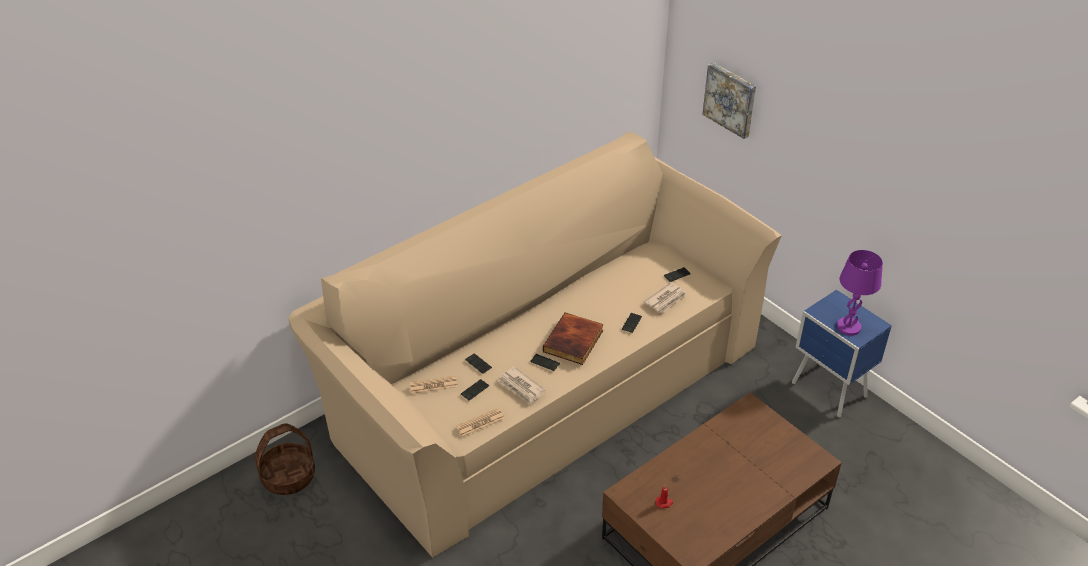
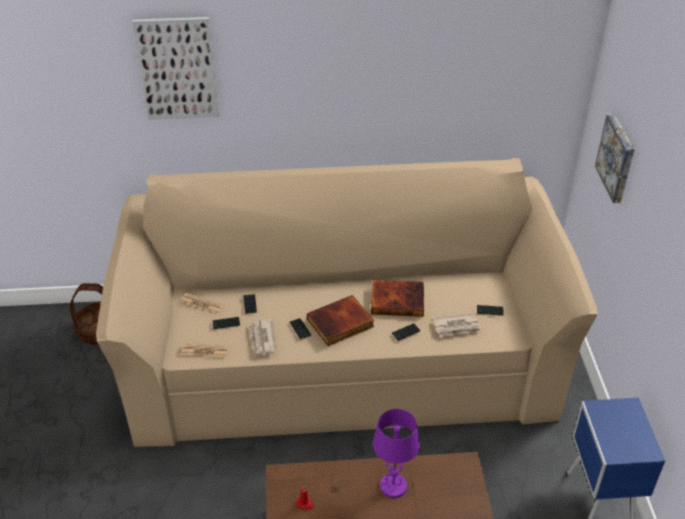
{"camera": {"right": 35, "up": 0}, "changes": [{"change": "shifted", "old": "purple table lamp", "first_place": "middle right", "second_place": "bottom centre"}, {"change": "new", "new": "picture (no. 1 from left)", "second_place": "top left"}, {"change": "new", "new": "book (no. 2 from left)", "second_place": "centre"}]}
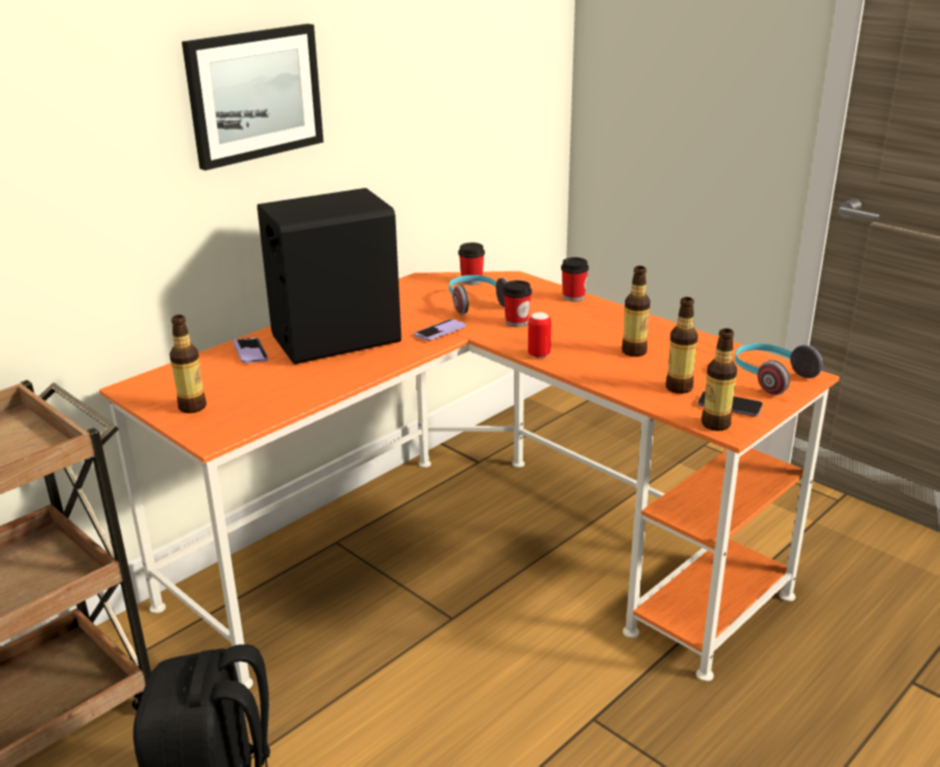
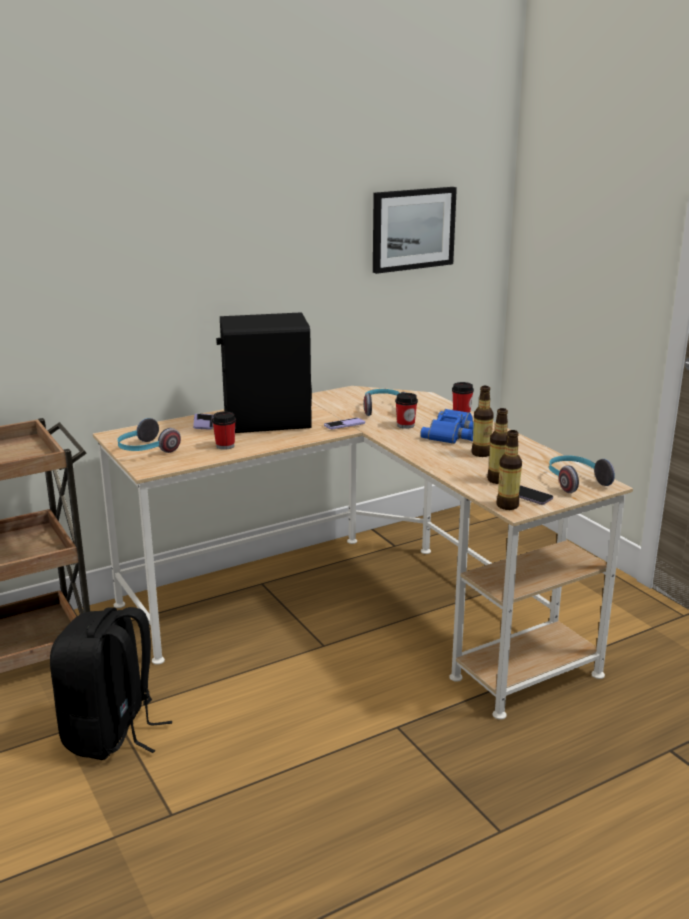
{"camera": {"right": 15, "up": -5}, "changes": [{"change": "repainted", "old": "orange desk", "new": "beige desk", "first_place": "centre", "second_place": "centre"}, {"change": "swapped", "old": "bottle (no. 1 from left)", "new": "headphones (no. 1 from left)", "first_place": "middle left", "second_place": "middle left"}, {"change": "shifted", "old": "picture", "first_place": "top left", "second_place": "top centre"}, {"change": "shifted", "old": "cup (no. 1 from left)", "first_place": "centre", "second_place": "middle left"}, {"change": "gone", "old": "can", "first_place": "centre"}, {"change": "new", "new": "blue binoculars", "second_place": "centre"}]}
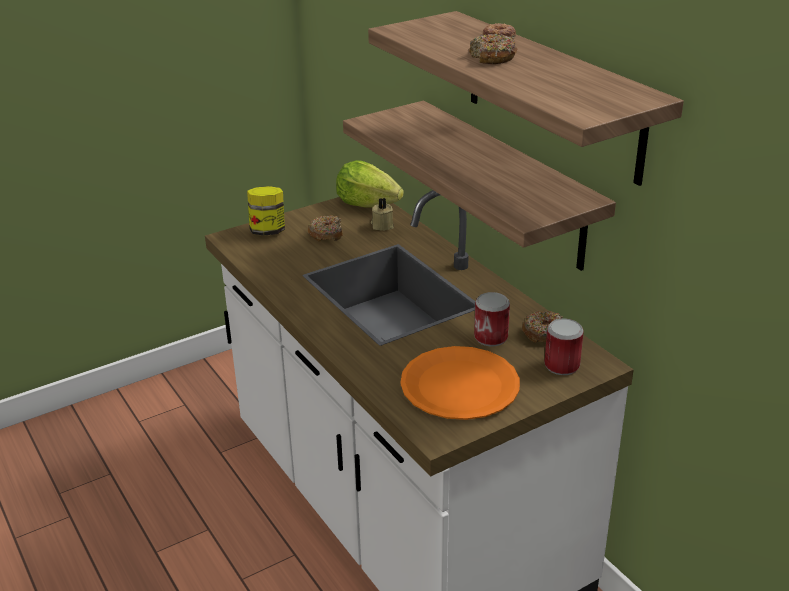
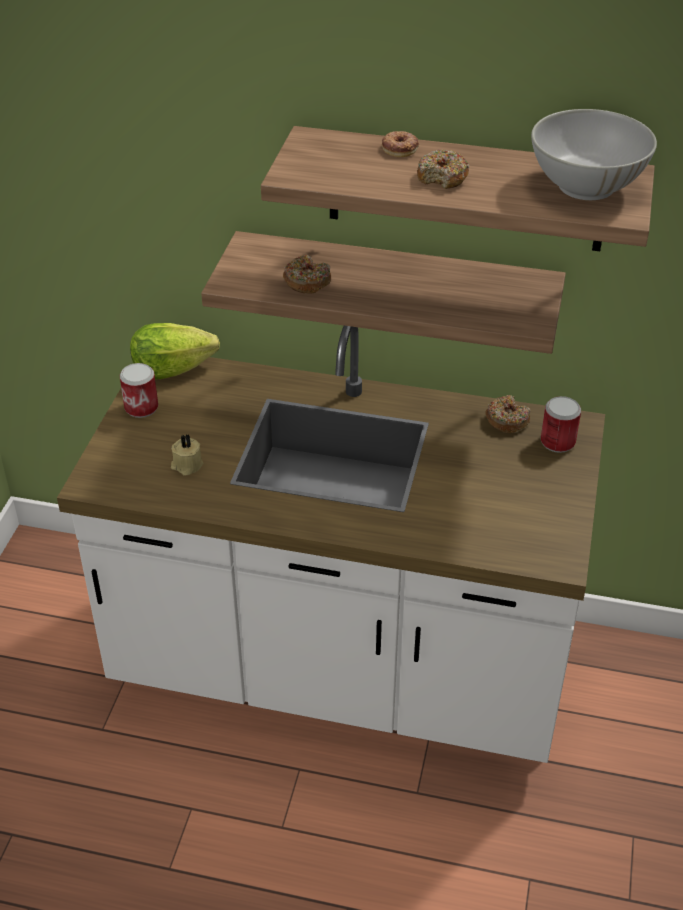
{"camera": {"right": -45, "up": 10}, "changes": [{"change": "gone", "old": "jar", "first_place": "centre"}, {"change": "shifted", "old": "donut (no. 1 from left)", "first_place": "centre", "second_place": "top centre"}, {"change": "shifted", "old": "beige candle", "first_place": "centre", "second_place": "middle left"}, {"change": "gone", "old": "orange plate", "first_place": "centre"}, {"change": "shifted", "old": "can (no. 1 from left)", "first_place": "centre", "second_place": "middle left"}, {"change": "new", "new": "white bowl", "second_place": "top right"}]}
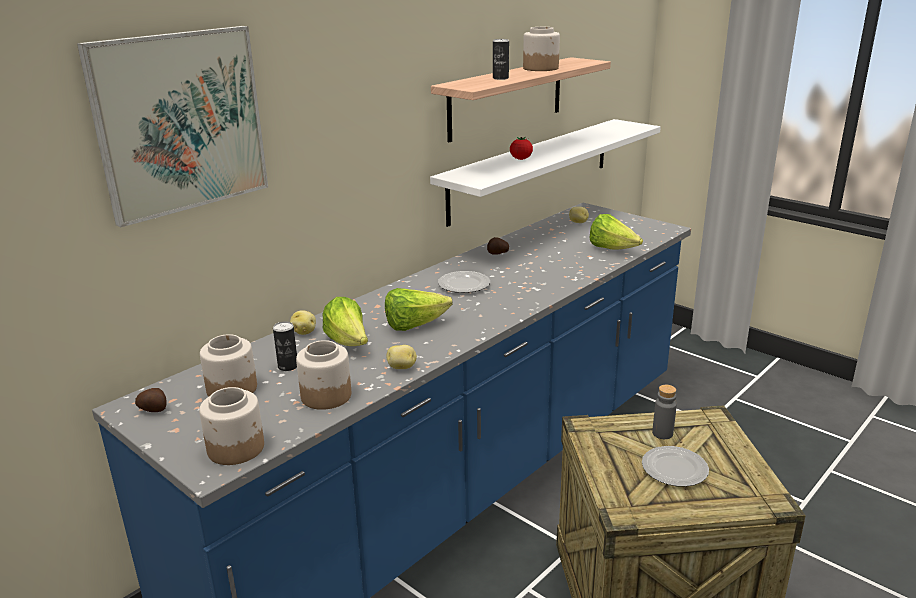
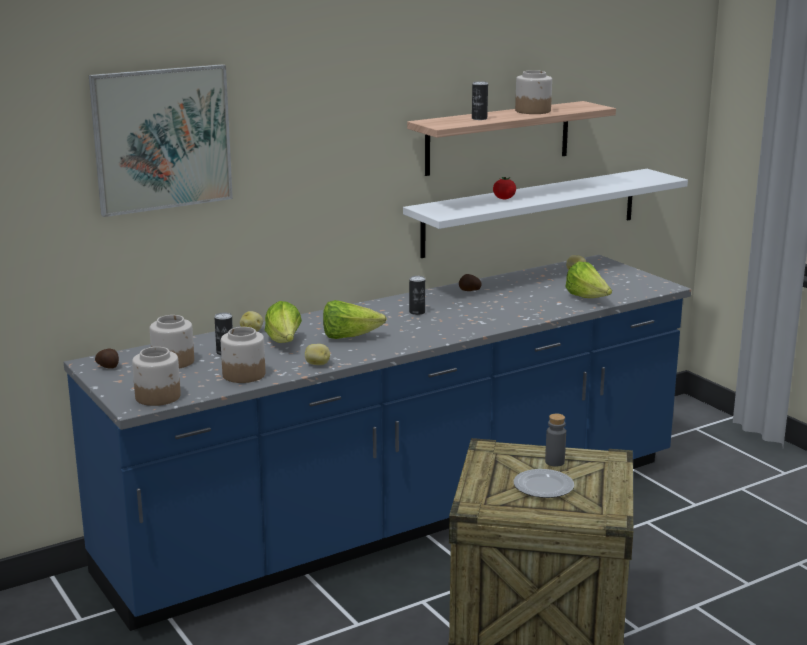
{"camera": {"right": 15, "up": -5}, "changes": [{"change": "swapped", "old": "plate (no. 1 from left)", "new": "can (no. 2 from left)", "first_place": "centre", "second_place": "centre"}]}
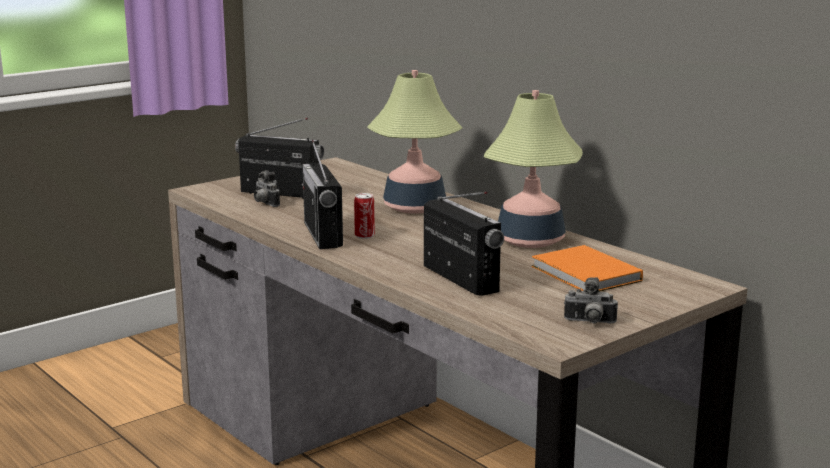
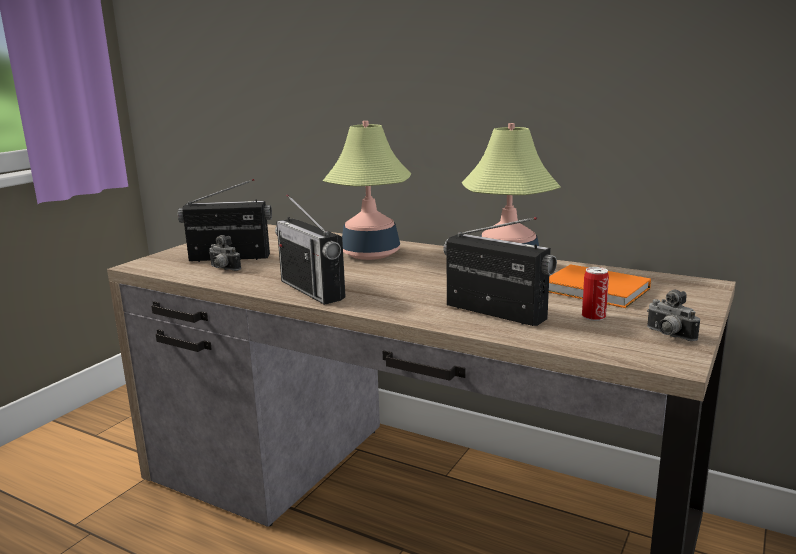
{"camera": {"right": -20, "up": 0}, "changes": [{"change": "shifted", "old": "can", "first_place": "centre", "second_place": "middle right"}, {"change": "rotated", "old": "photo camera (no. 2 from left)", "first_place": "middle right", "second_place": "middle right", "degrees": 60}]}
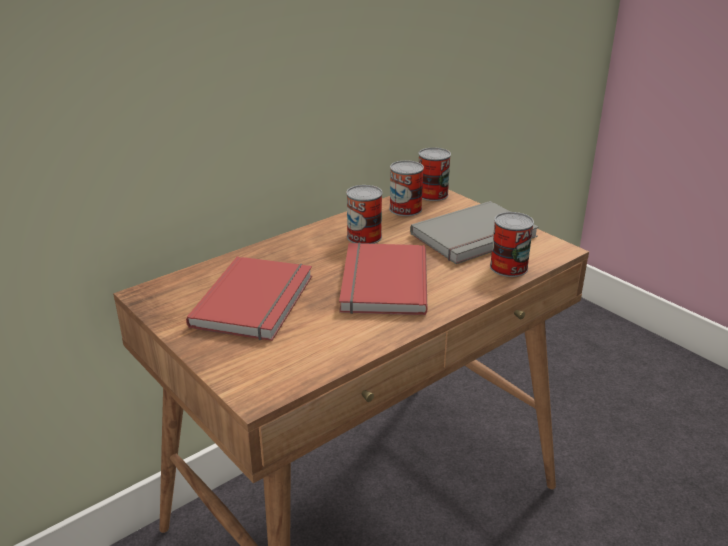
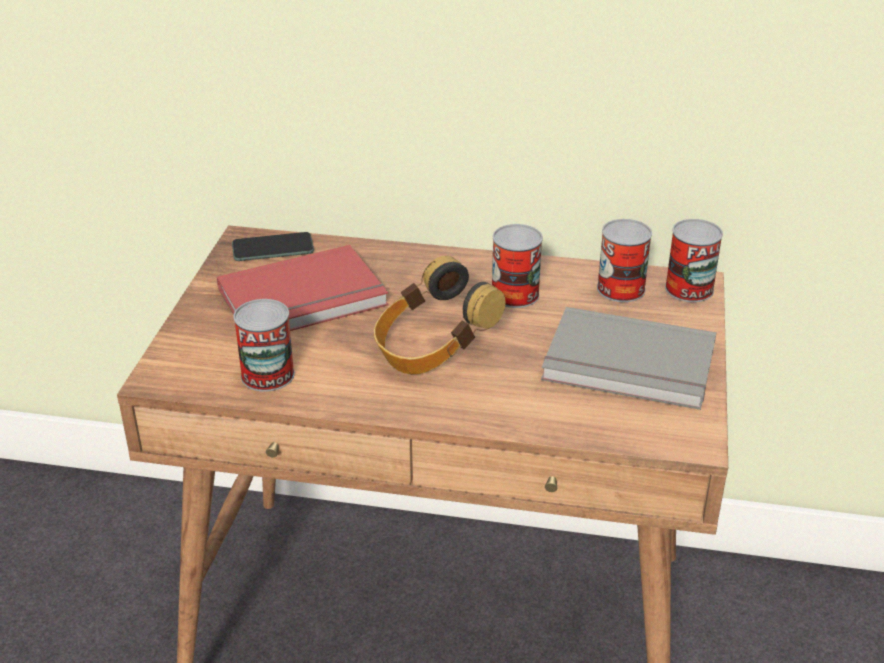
{"camera": {"right": 50, "up": 5}, "changes": [{"change": "swapped", "old": "red book (no. 2 from left)", "new": "headphones", "first_place": "centre", "second_place": "centre"}, {"change": "shifted", "old": "can (no. 4 from left in the first image)", "new": "can (no. 1 from left)", "first_place": "middle right", "second_place": "middle left"}, {"change": "new", "new": "phone", "second_place": "middle left"}]}
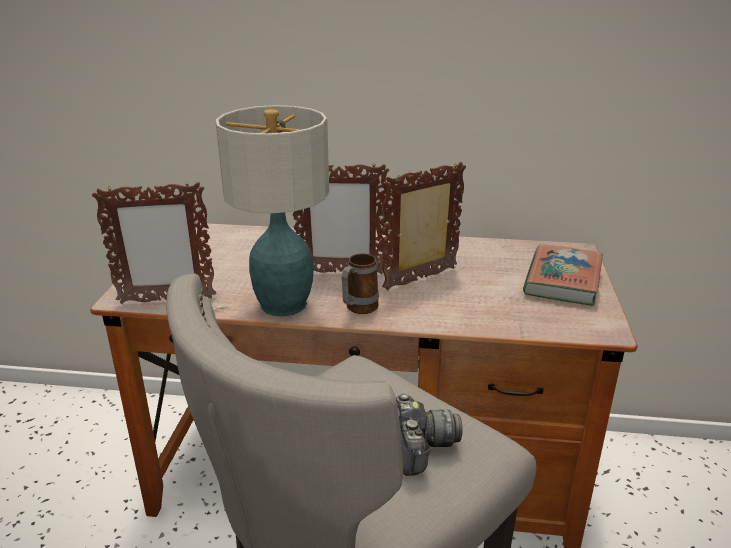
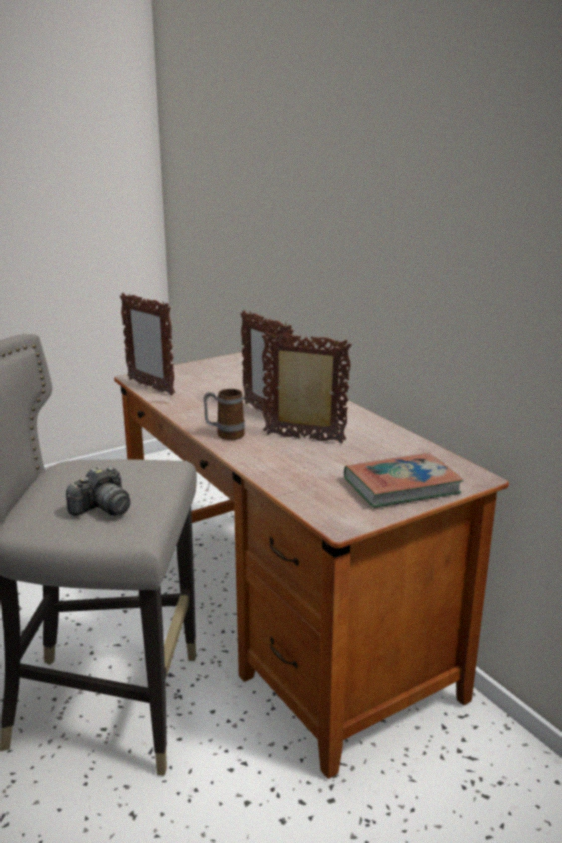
{"camera": {"right": 50, "up": -5}, "changes": [{"change": "gone", "old": "table lamp", "first_place": "centre"}]}
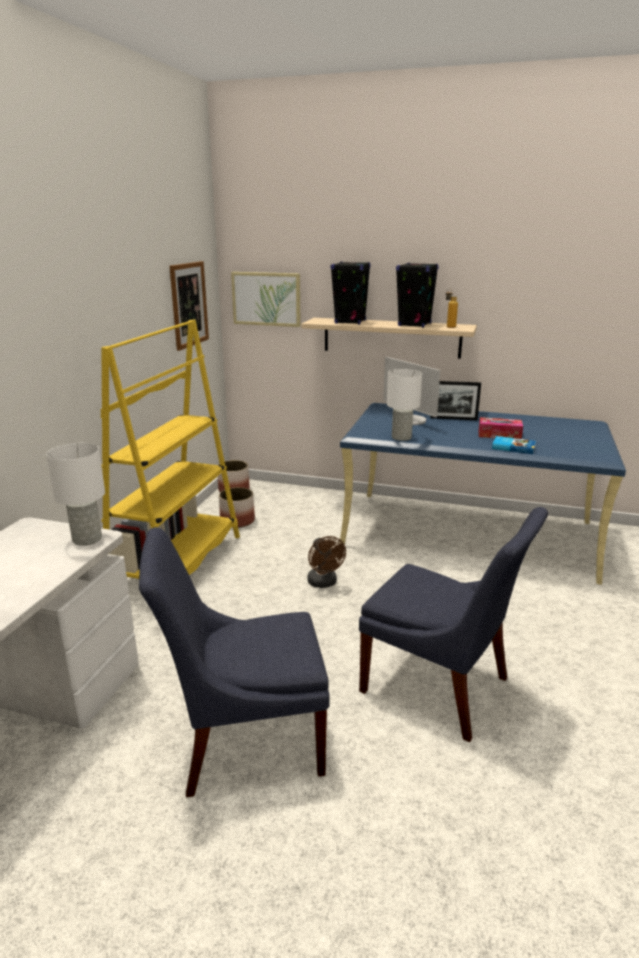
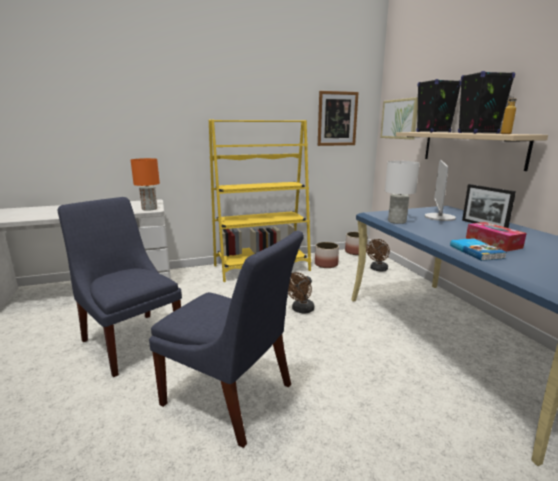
{"camera": {"right": 55, "up": -5}, "changes": [{"change": "repainted", "old": "white table lamp (no. 1 from left)", "new": "orange table lamp", "first_place": "middle left", "second_place": "middle left"}, {"change": "rotated", "old": "blue chair (no. 2 from left)", "first_place": "middle right", "second_place": "bottom centre", "degrees": -60}, {"change": "new", "new": "brown fan (no. 2 from left)", "second_place": "middle right"}]}
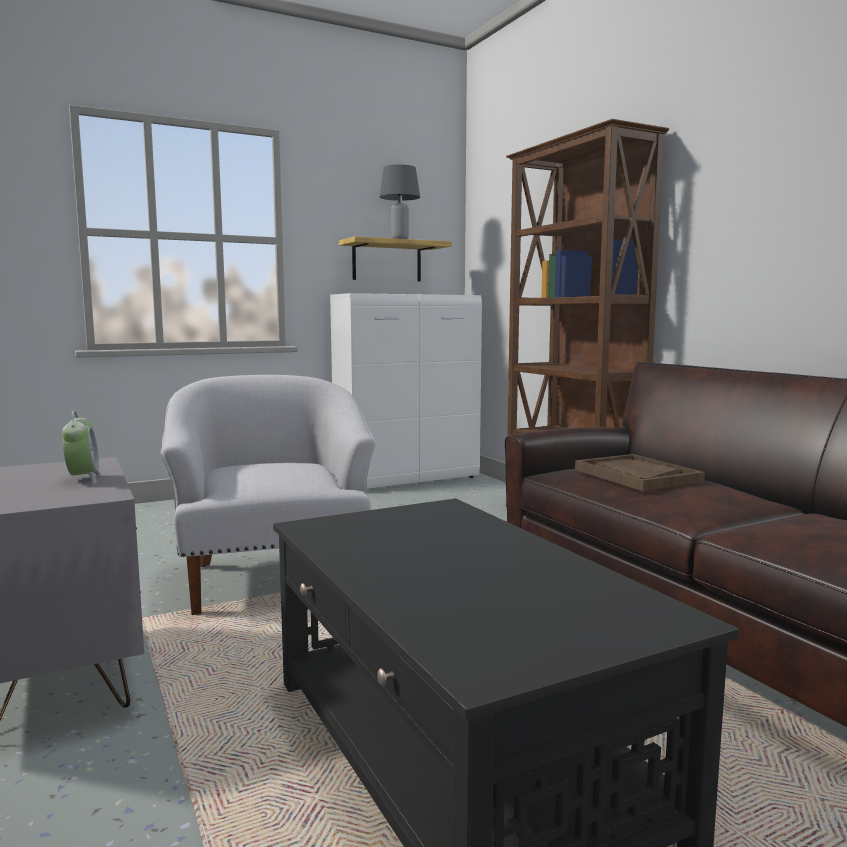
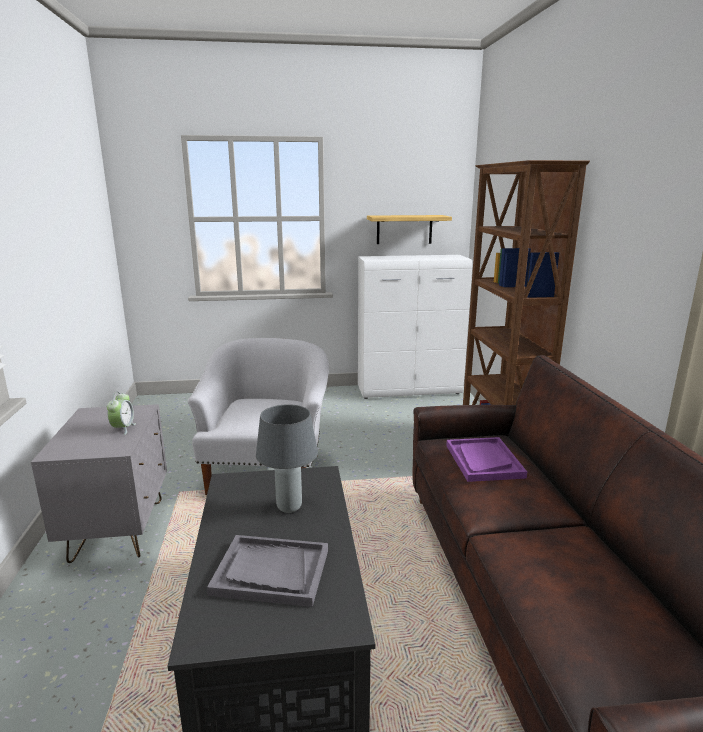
{"camera": {"right": 20, "up": 10}, "changes": [{"change": "shifted", "old": "grey table lamp", "first_place": "top centre", "second_place": "centre"}, {"change": "repainted", "old": "brown tray", "new": "purple tray", "first_place": "middle right", "second_place": "middle right"}, {"change": "new", "new": "grey tray", "second_place": "bottom centre"}]}
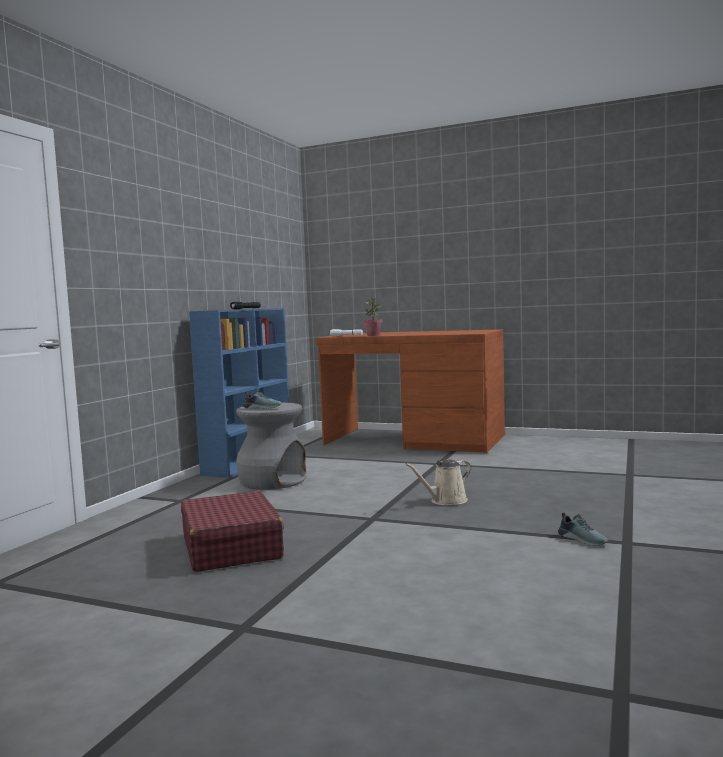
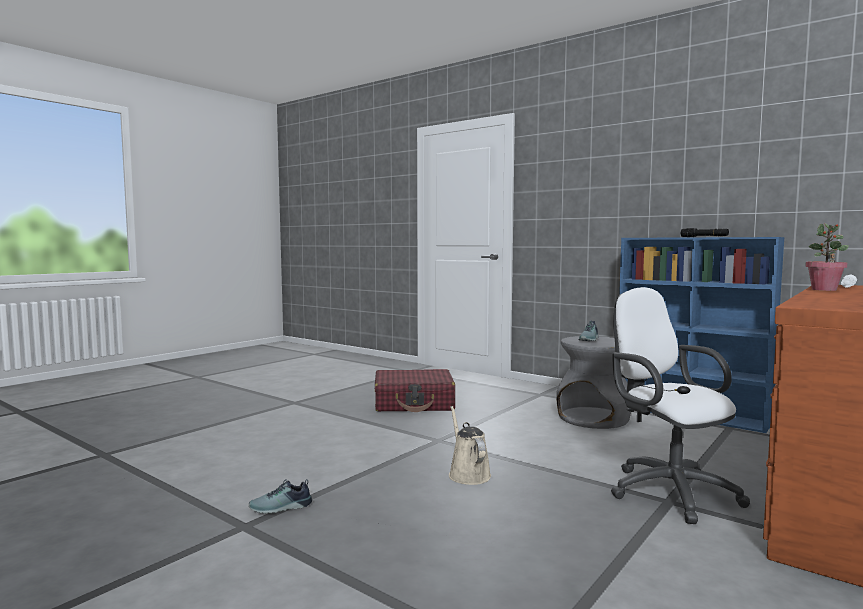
{"camera": {"right": 105, "up": 0}, "changes": [{"change": "new", "new": "white office chair", "second_place": "middle right"}]}
